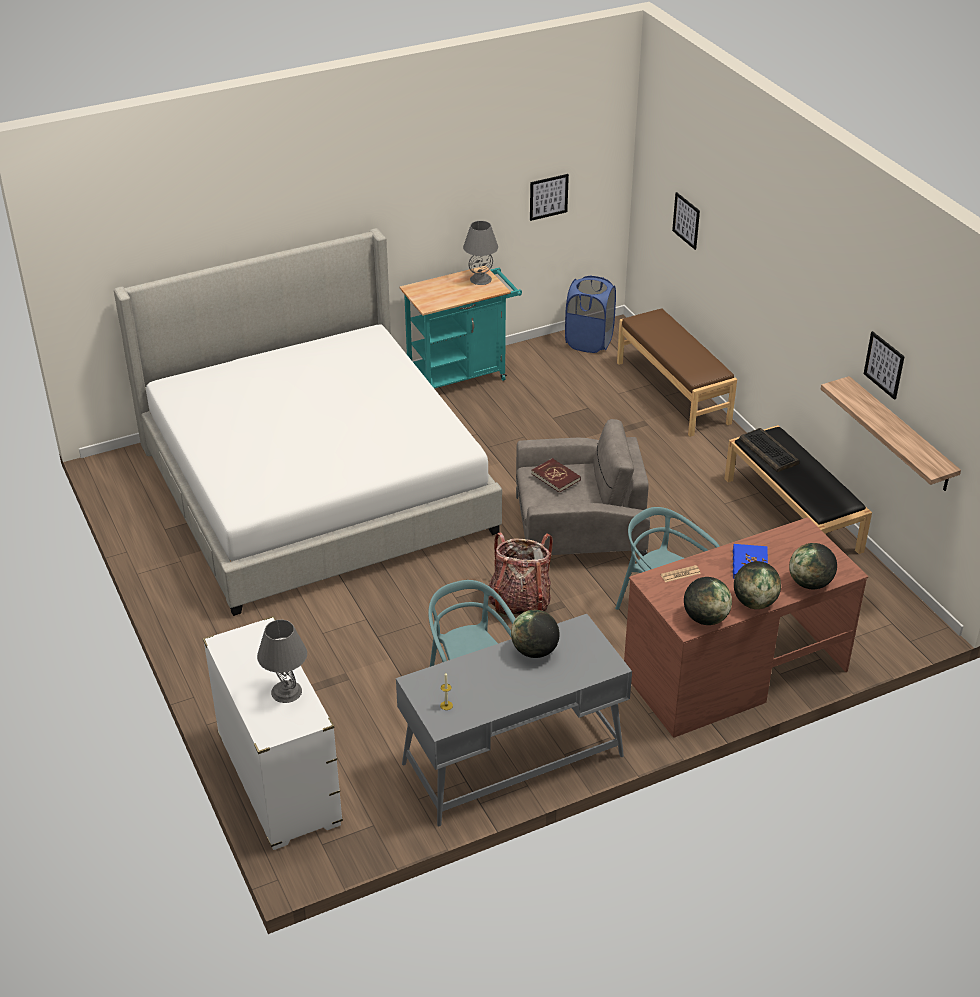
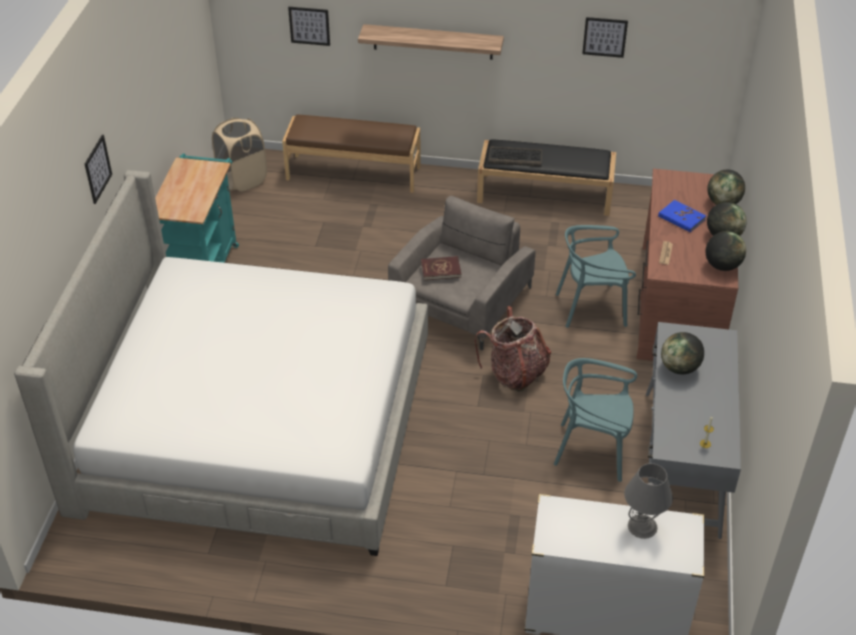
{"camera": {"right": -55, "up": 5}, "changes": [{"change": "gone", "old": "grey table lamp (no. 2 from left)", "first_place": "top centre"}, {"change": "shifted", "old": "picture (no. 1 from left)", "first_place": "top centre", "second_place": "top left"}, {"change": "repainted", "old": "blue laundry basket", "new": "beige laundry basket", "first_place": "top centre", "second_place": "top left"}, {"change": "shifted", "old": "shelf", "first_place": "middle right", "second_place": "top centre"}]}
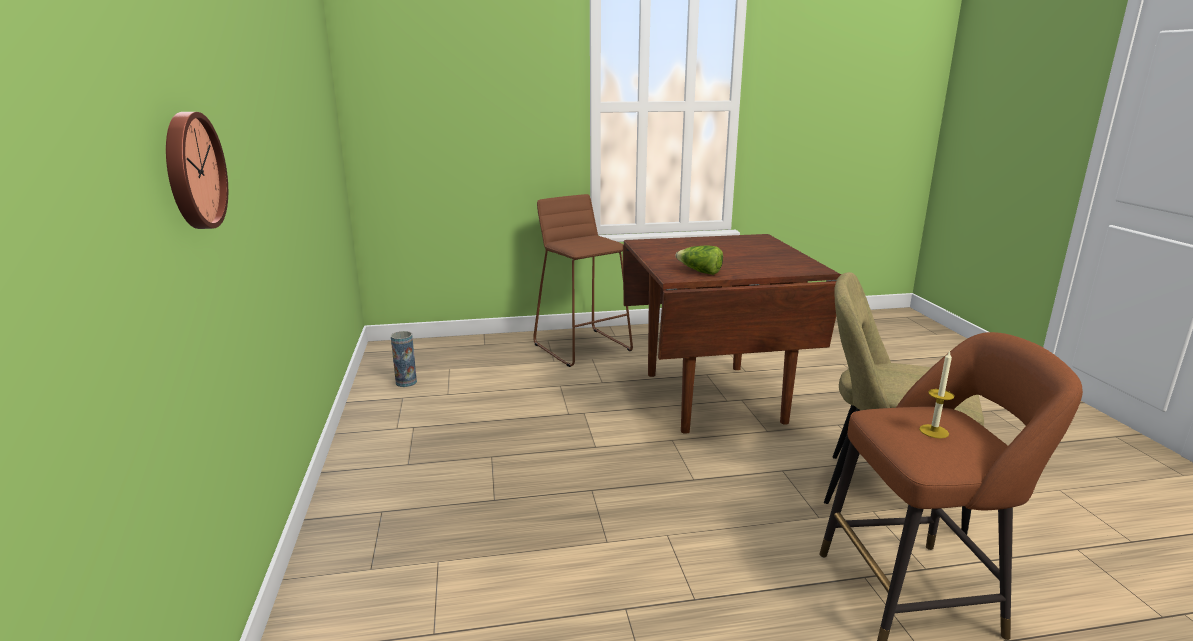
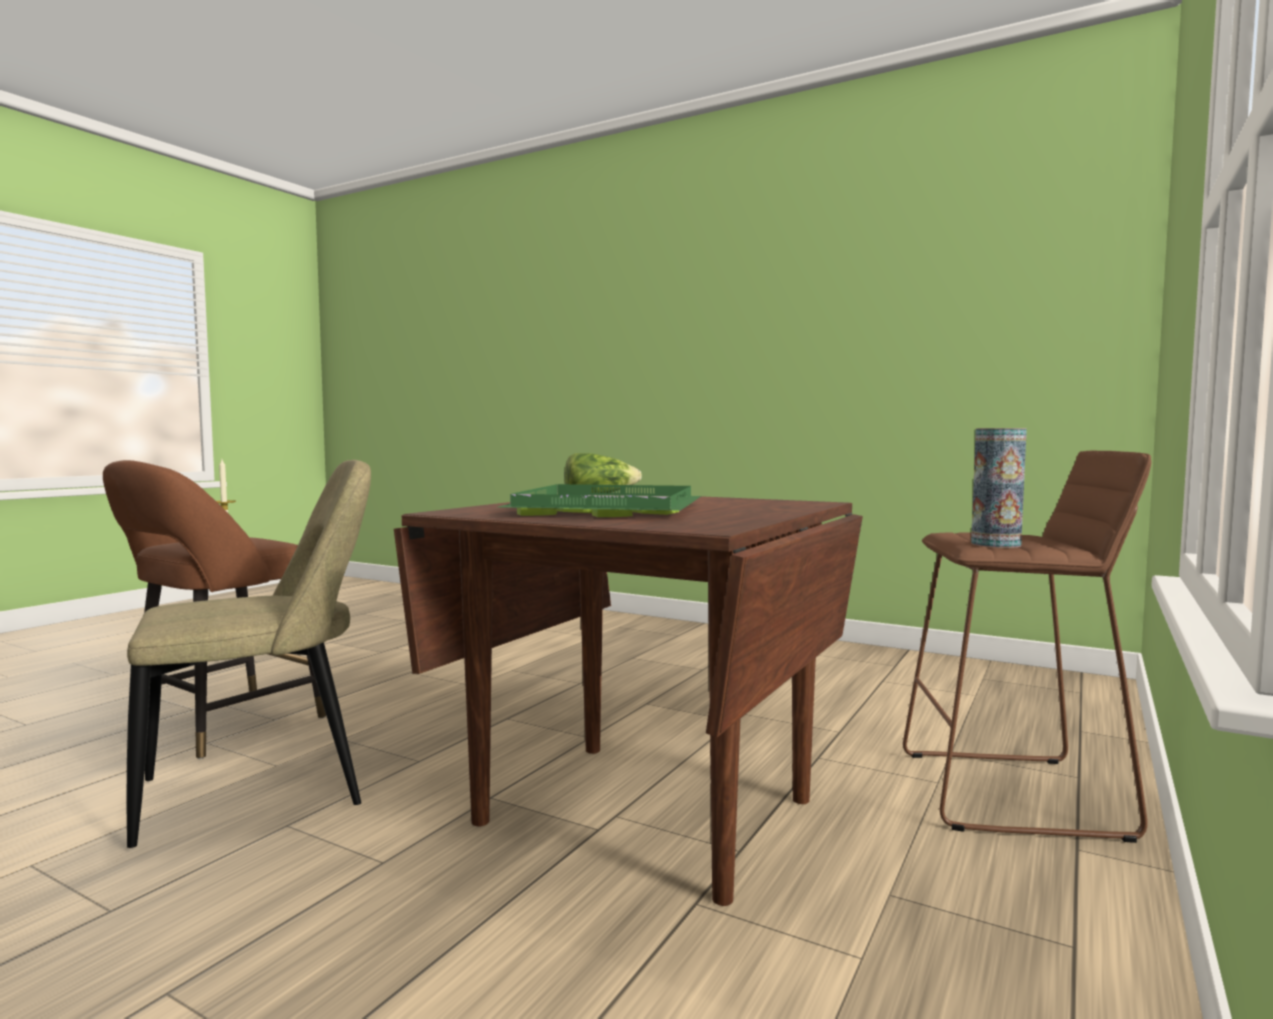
{"camera": {"right": 130, "up": -15}, "changes": [{"change": "gone", "old": "wall clock", "first_place": "top left"}, {"change": "shifted", "old": "vase", "first_place": "centre", "second_place": "middle right"}, {"change": "new", "new": "green tray", "second_place": "centre"}]}
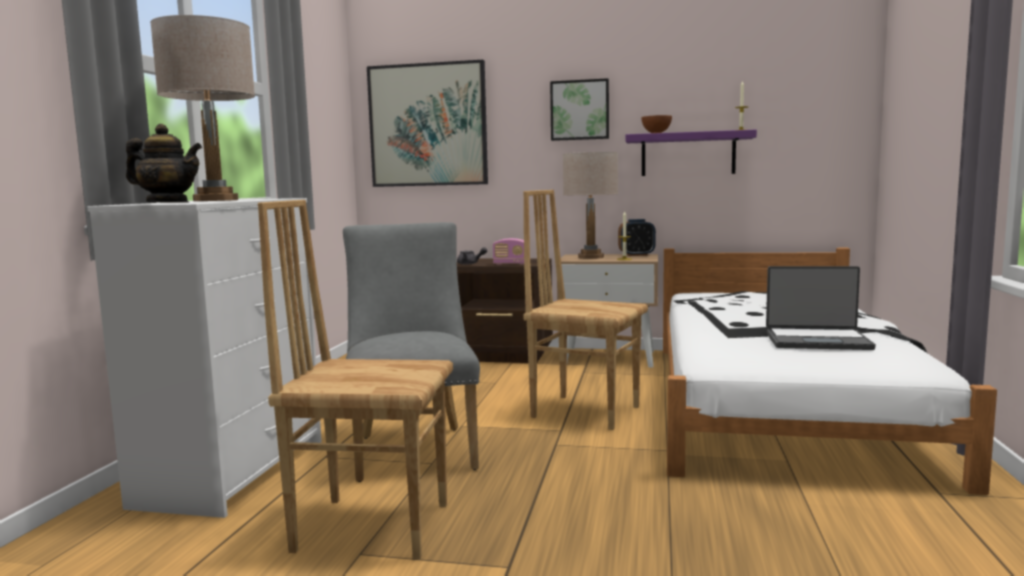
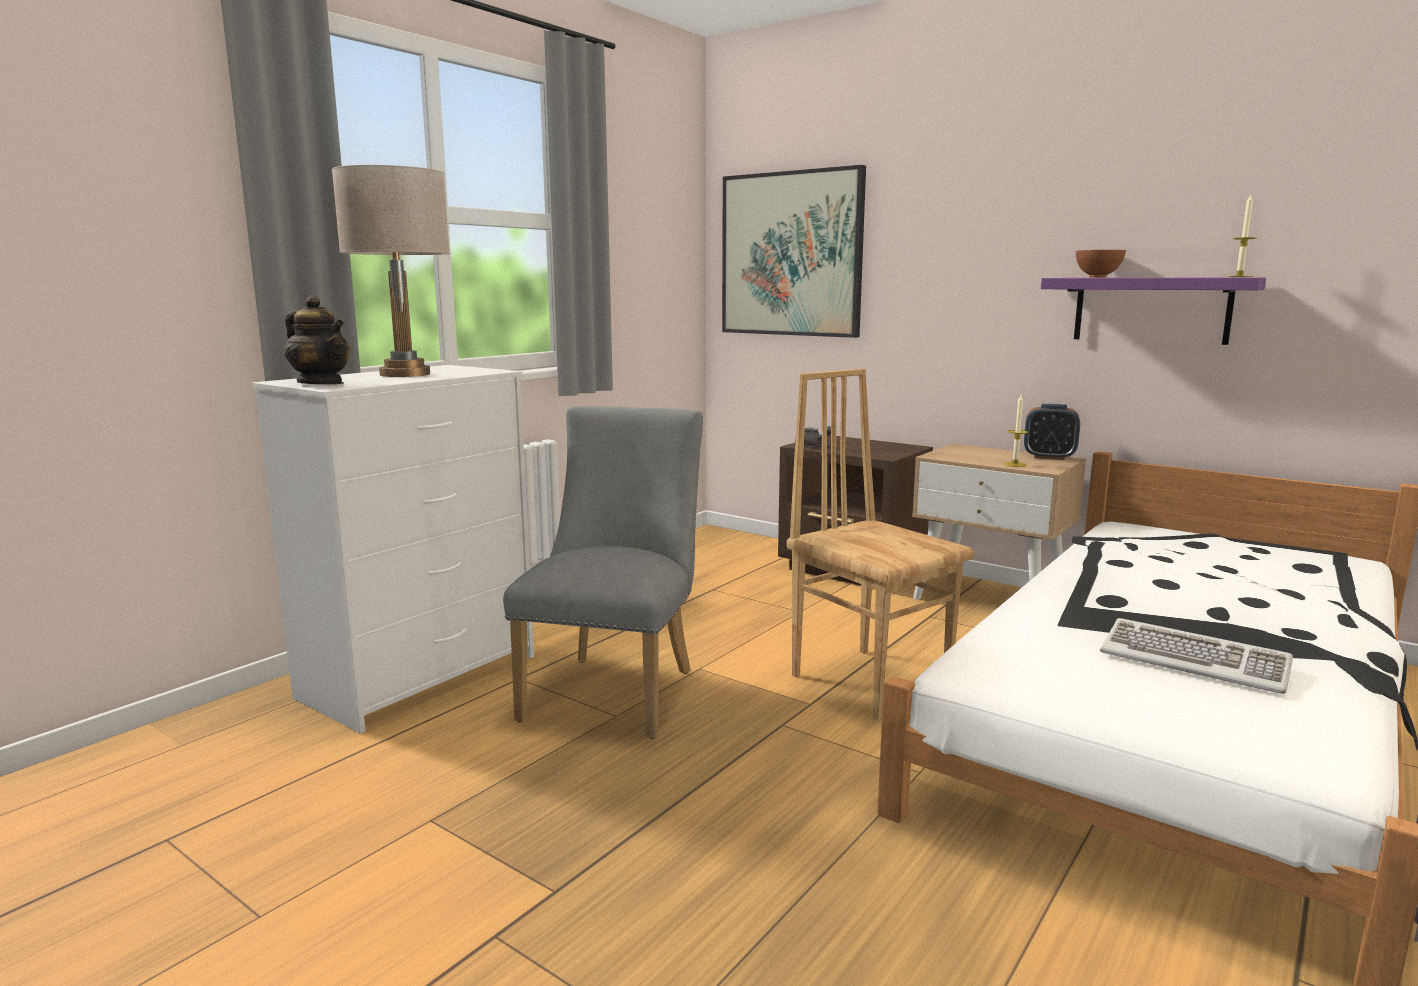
{"camera": {"right": 25, "up": 5}, "changes": [{"change": "gone", "old": "brown chair (no. 1 from left)", "first_place": "centre"}, {"change": "gone", "old": "radio", "first_place": "centre"}, {"change": "gone", "old": "picture (no. 2 from left)", "first_place": "top centre"}, {"change": "gone", "old": "beige table lamp (no. 2 from left)", "first_place": "centre"}, {"change": "swapped", "old": "laptop", "new": "keyboard", "first_place": "middle right", "second_place": "middle right"}]}
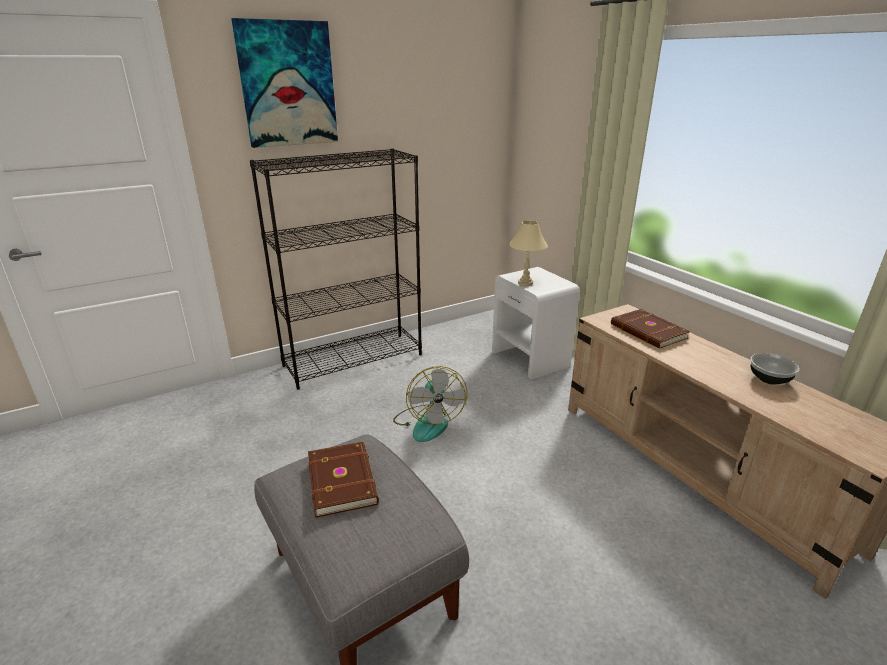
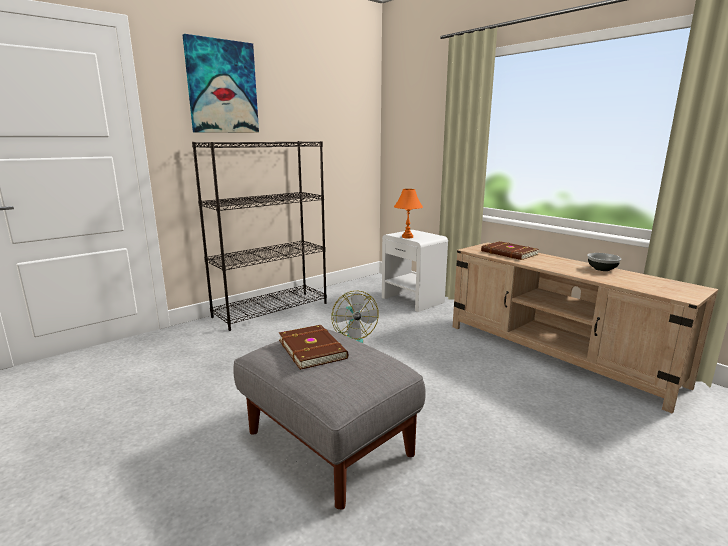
{"camera": {"right": -10, "up": -10}, "changes": [{"change": "repainted", "old": "beige table lamp", "new": "orange table lamp", "first_place": "centre", "second_place": "centre"}]}
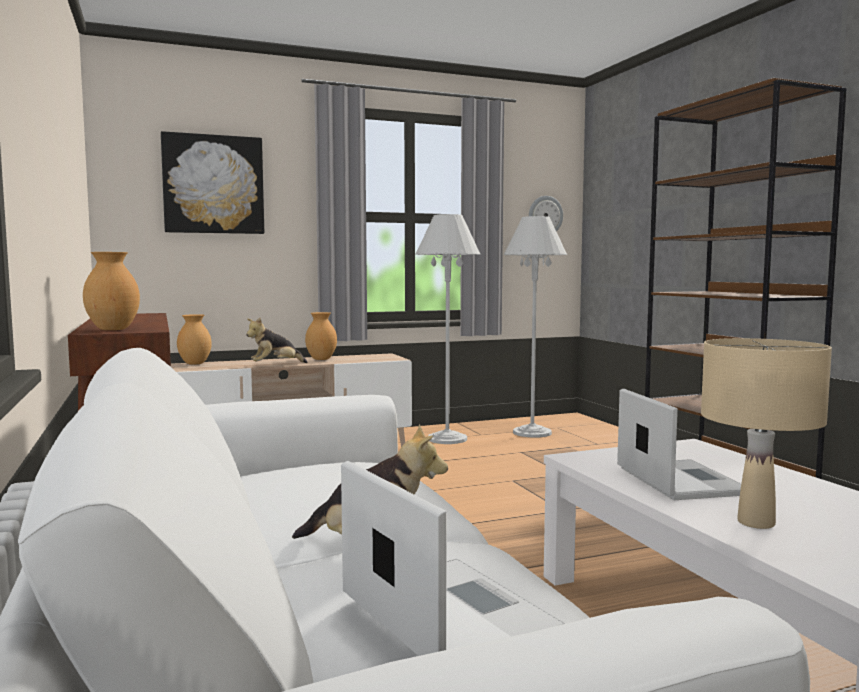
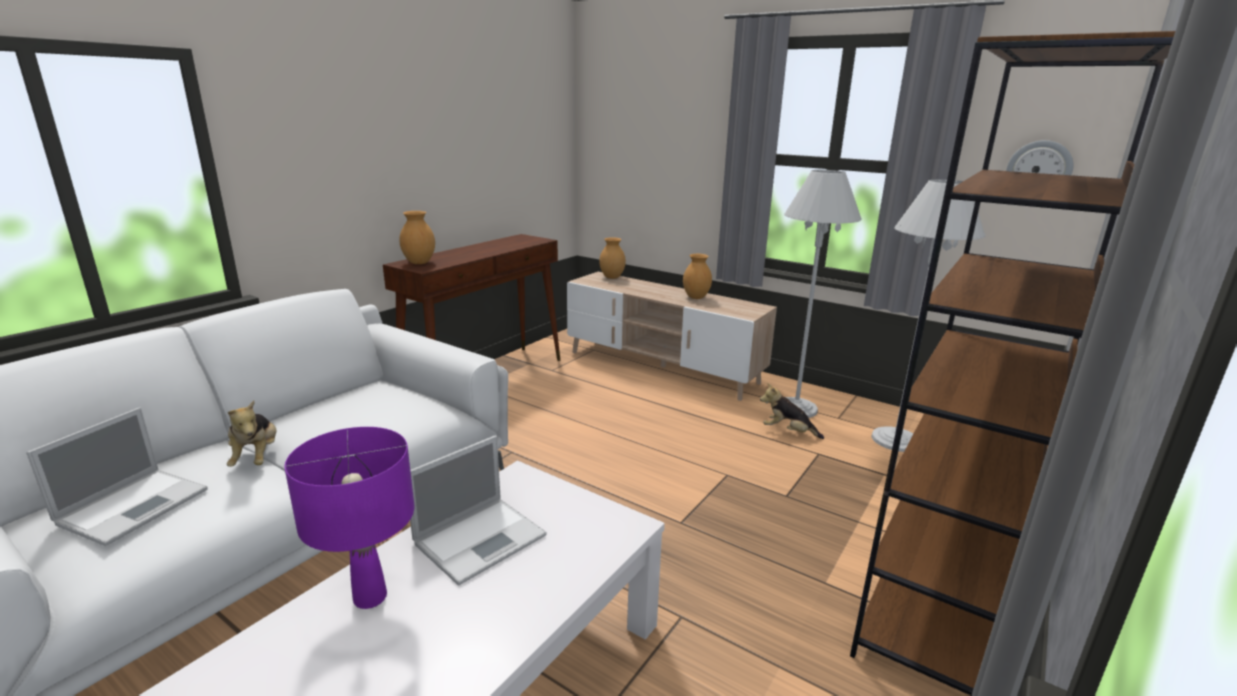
{"camera": {"right": 55, "up": 15}, "changes": [{"change": "gone", "old": "picture", "first_place": "top left"}, {"change": "shifted", "old": "plush toy (no. 1 from left in the first image)", "new": "plush toy (no. 2 from left)", "first_place": "middle left", "second_place": "centre"}, {"change": "repainted", "old": "beige table lamp", "new": "purple table lamp", "first_place": "middle right", "second_place": "bottom left"}]}
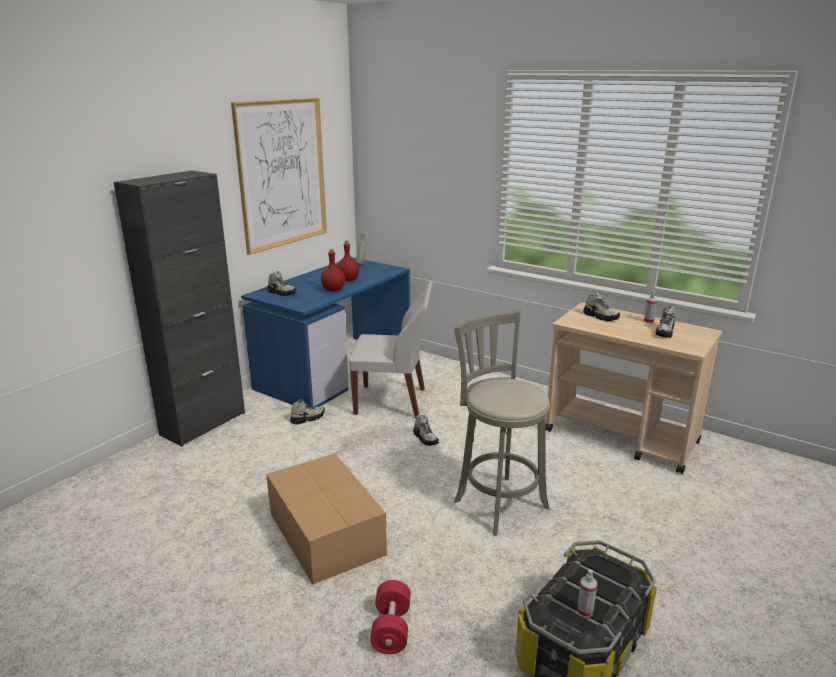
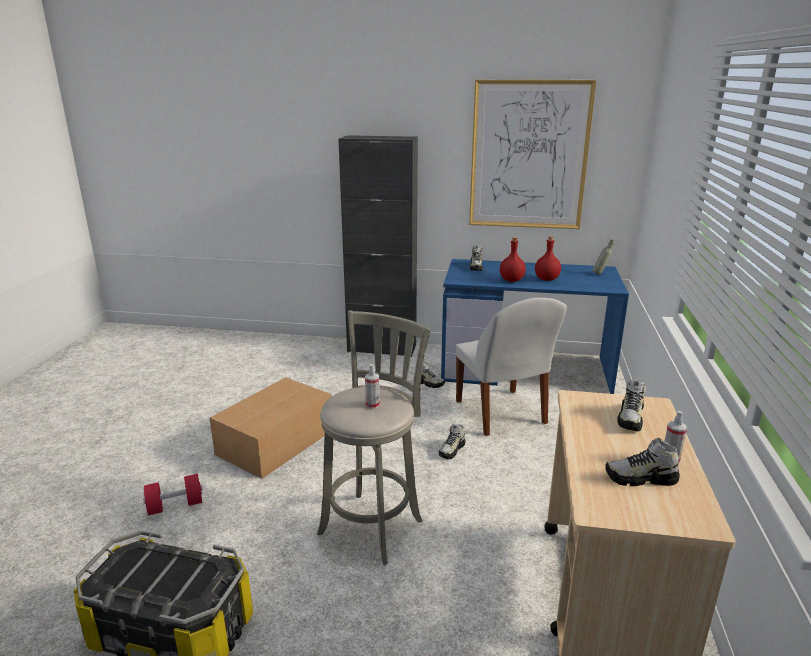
{"camera": {"right": 65, "up": 0}, "changes": [{"change": "shifted", "old": "spray bottle (no. 1 from left)", "first_place": "bottom right", "second_place": "centre"}]}
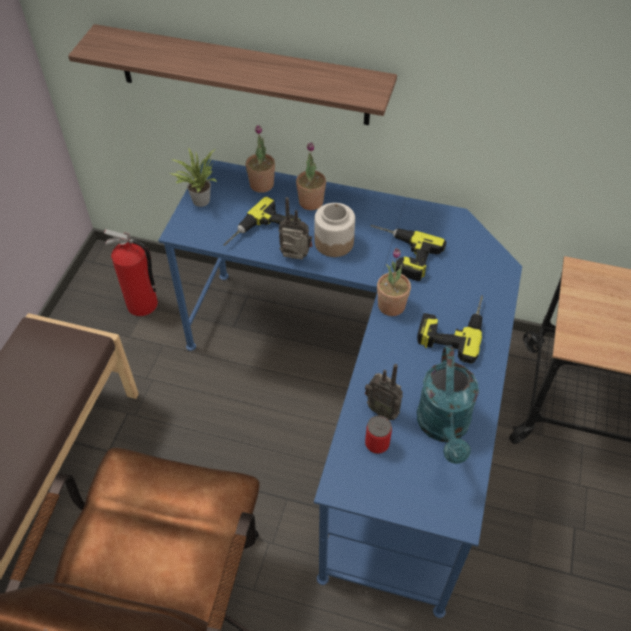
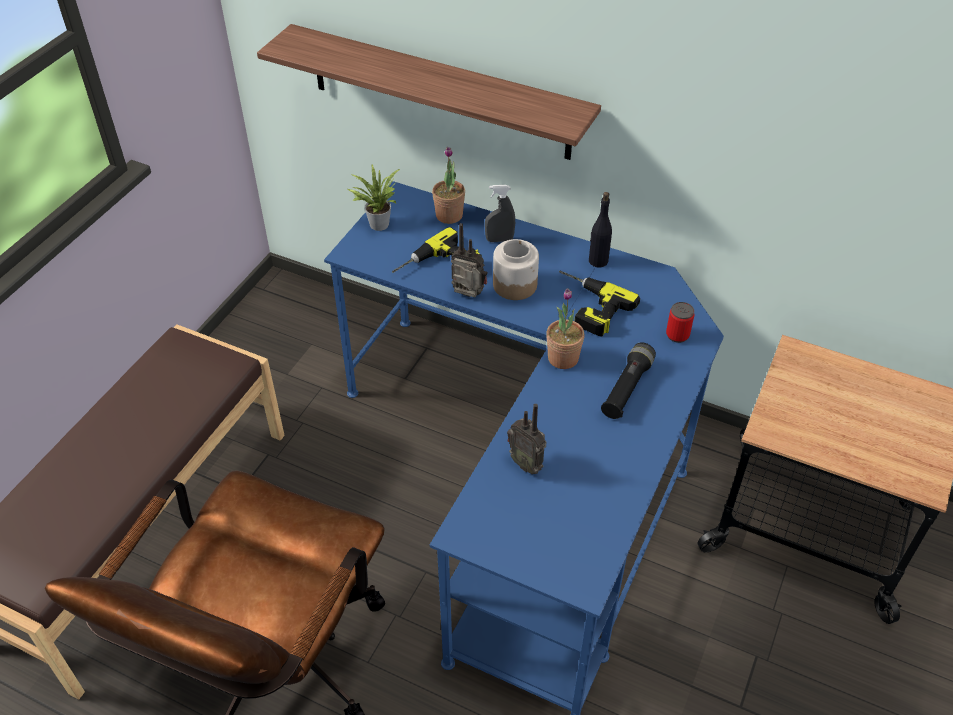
{"camera": {"right": 10, "up": -5}, "changes": [{"change": "gone", "old": "fire extinguisher", "first_place": "middle left"}, {"change": "swapped", "old": "potted plant (no. 3 from left)", "new": "grey spray bottle", "first_place": "top centre", "second_place": "top centre"}, {"change": "shifted", "old": "can", "first_place": "bottom centre", "second_place": "middle right"}, {"change": "swapped", "old": "power drill (no. 3 from left)", "new": "black flashlight", "first_place": "middle right", "second_place": "centre"}, {"change": "gone", "old": "turquoise watering can", "first_place": "middle right"}, {"change": "new", "new": "black bottle", "second_place": "top centre"}]}
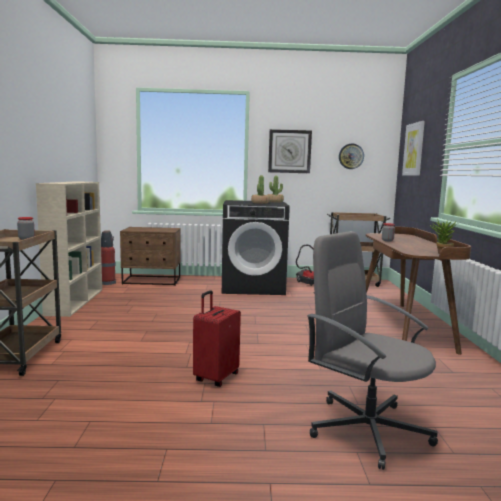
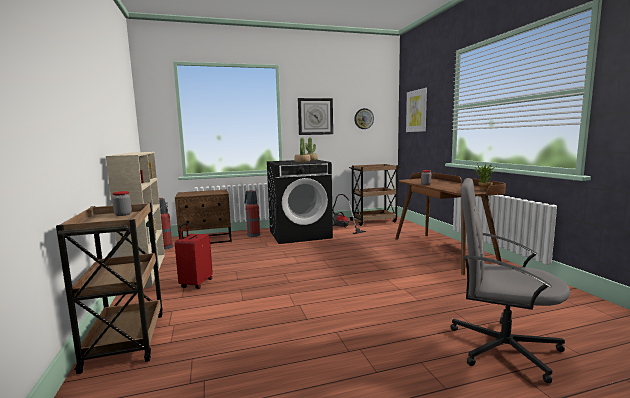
{"camera": {"right": -15, "up": 0}, "changes": [{"change": "shifted", "old": "red suitcase", "first_place": "bottom centre", "second_place": "middle left"}, {"change": "new", "new": "fire extinguisher (no. 2 from left)", "second_place": "centre"}]}
